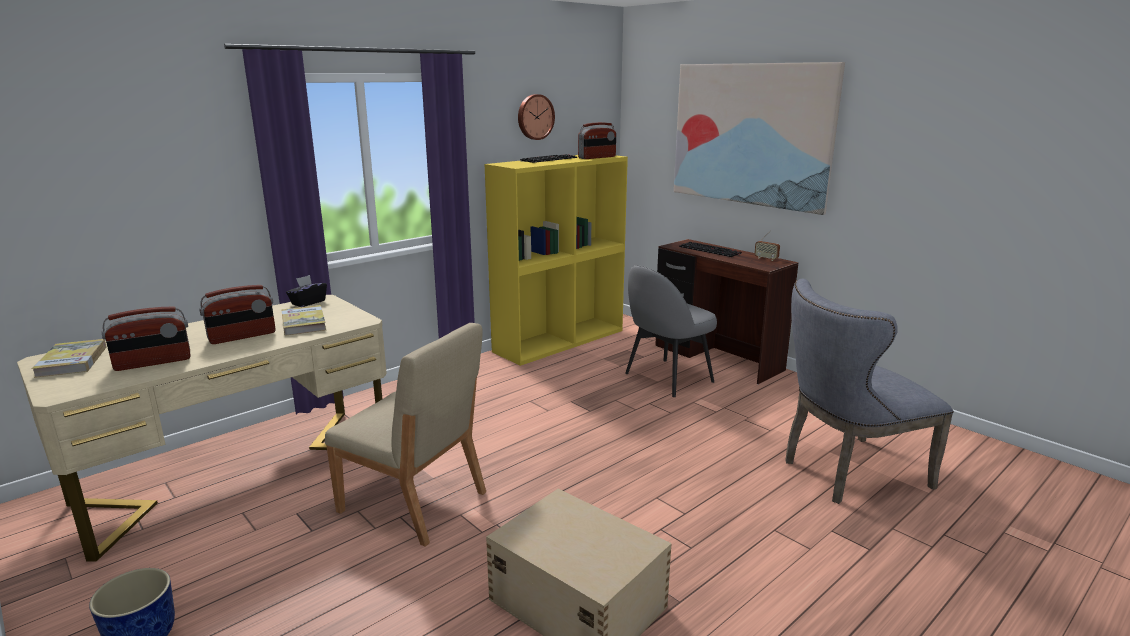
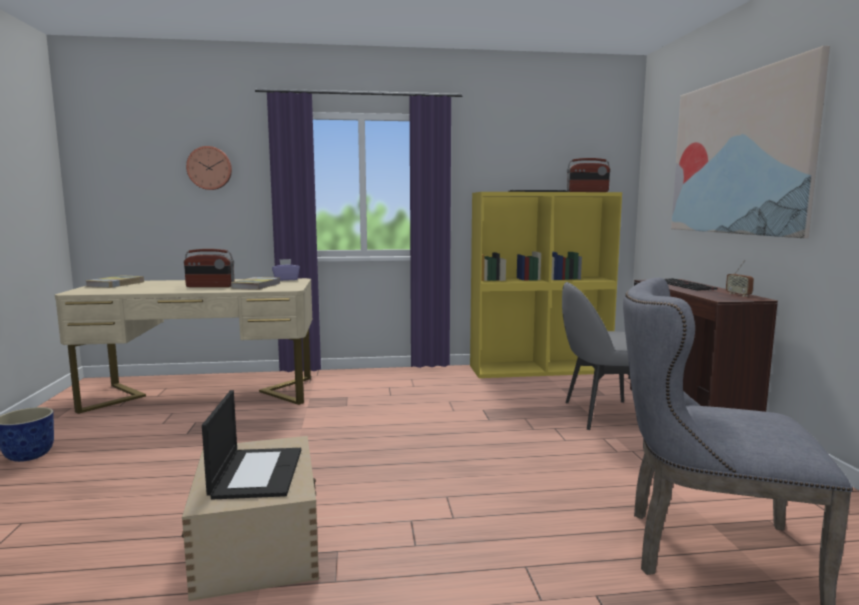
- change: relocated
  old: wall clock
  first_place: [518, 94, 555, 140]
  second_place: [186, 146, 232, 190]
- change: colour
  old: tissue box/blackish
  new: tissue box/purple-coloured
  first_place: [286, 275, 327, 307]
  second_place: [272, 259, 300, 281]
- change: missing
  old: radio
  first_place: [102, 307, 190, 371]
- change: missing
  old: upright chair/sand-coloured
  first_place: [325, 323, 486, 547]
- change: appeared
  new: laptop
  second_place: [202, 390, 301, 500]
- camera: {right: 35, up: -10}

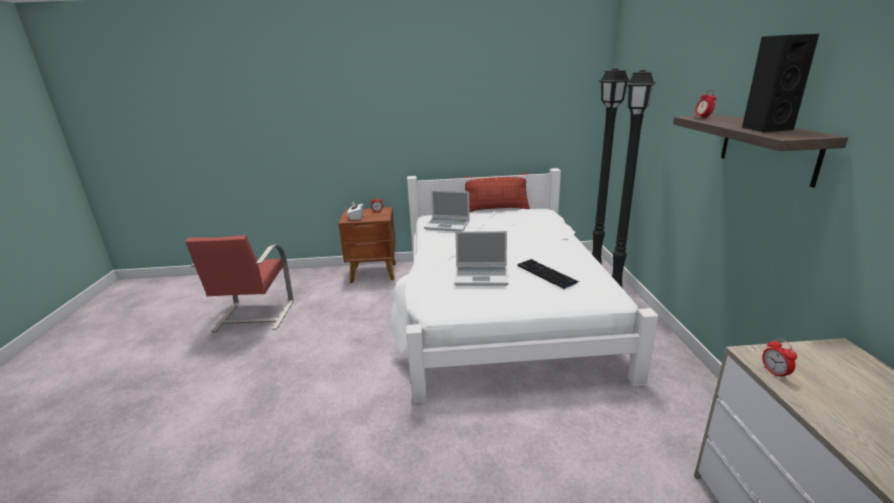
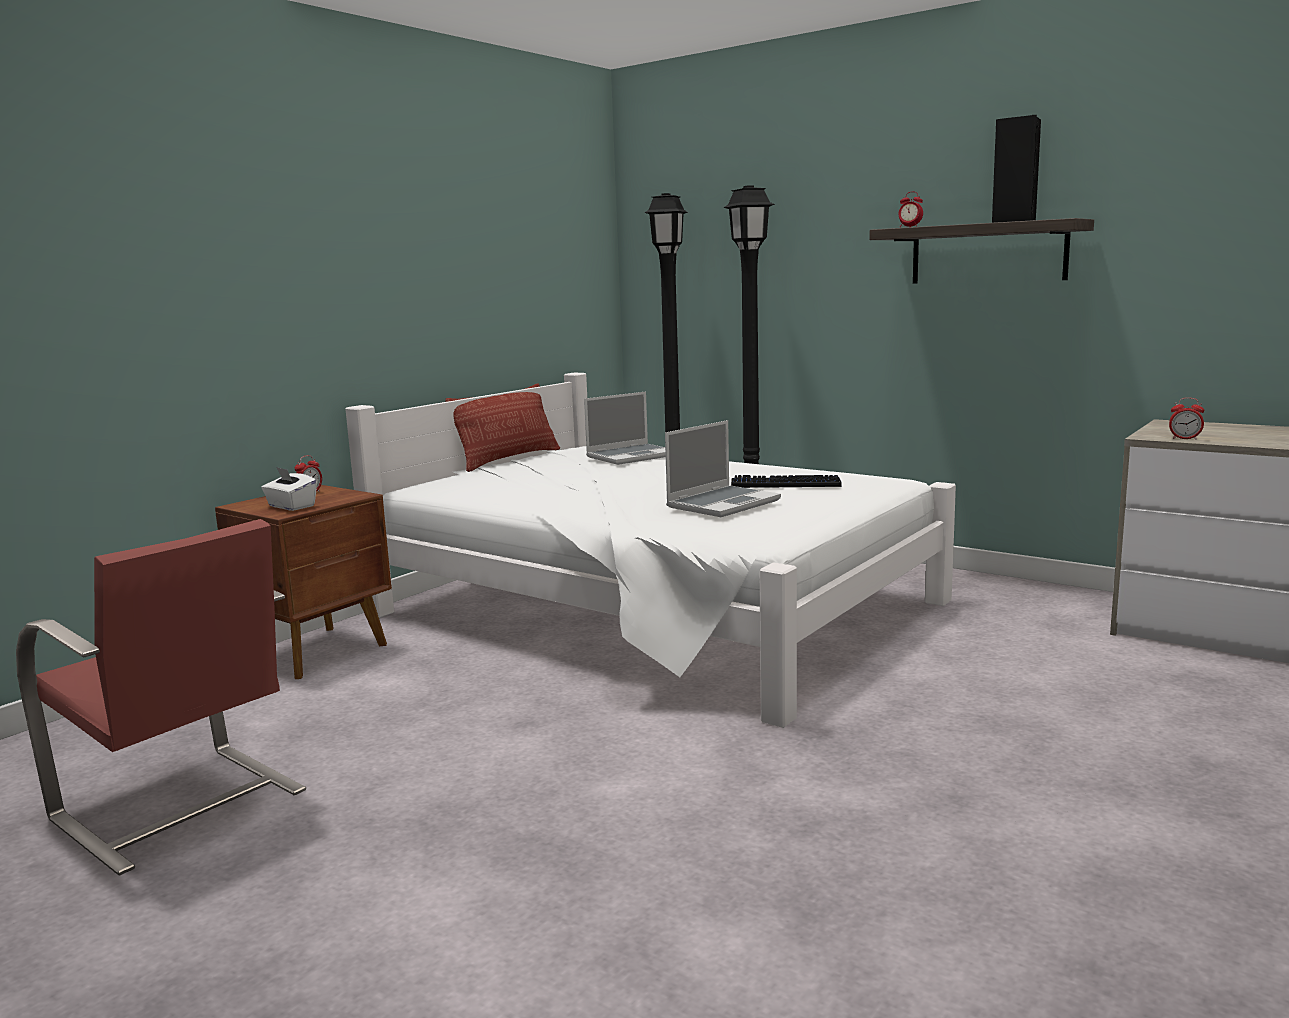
- change: relocated
  old: laptop
  first_place: [424, 190, 470, 232]
  second_place: [584, 392, 666, 465]
- camera: {right: -50, up: -10}

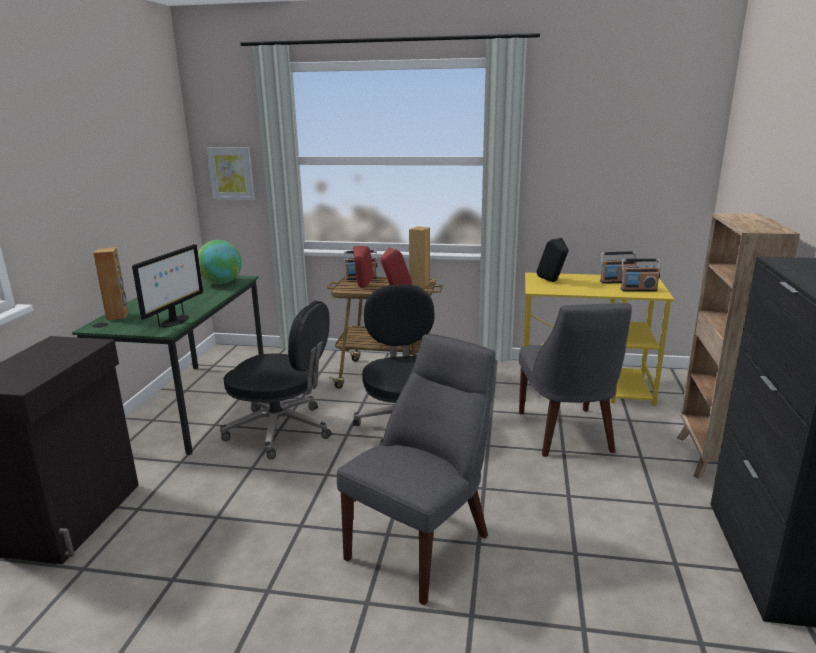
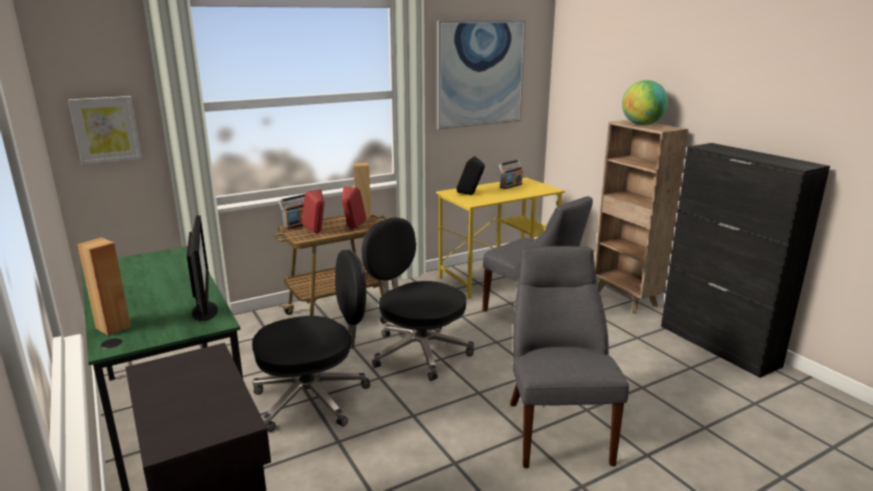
- change: relocated
  old: world globe
  first_place: [198, 240, 242, 284]
  second_place: [622, 80, 668, 125]
- change: missing
  old: radio
  first_place: [620, 259, 661, 292]
- change: appeared
  new: wall picture
  second_place: [437, 20, 526, 129]
- camera: {right: -40, up: 0}

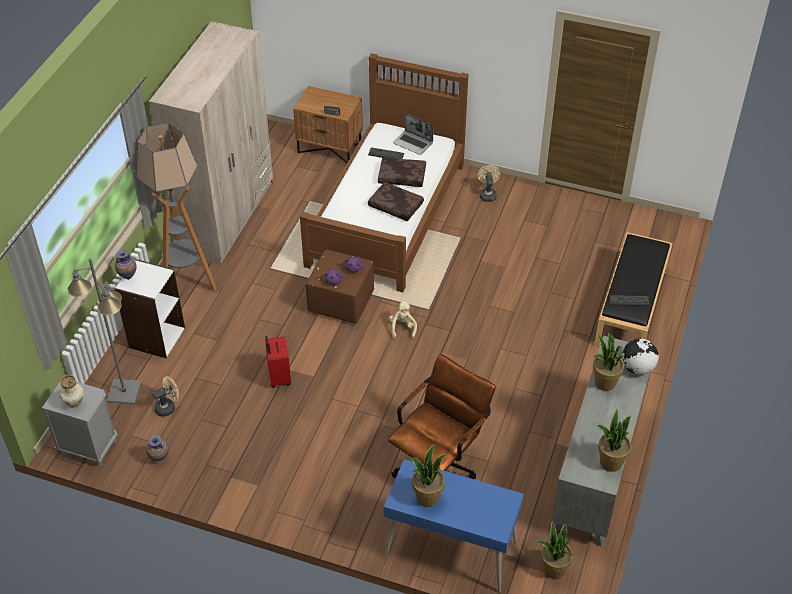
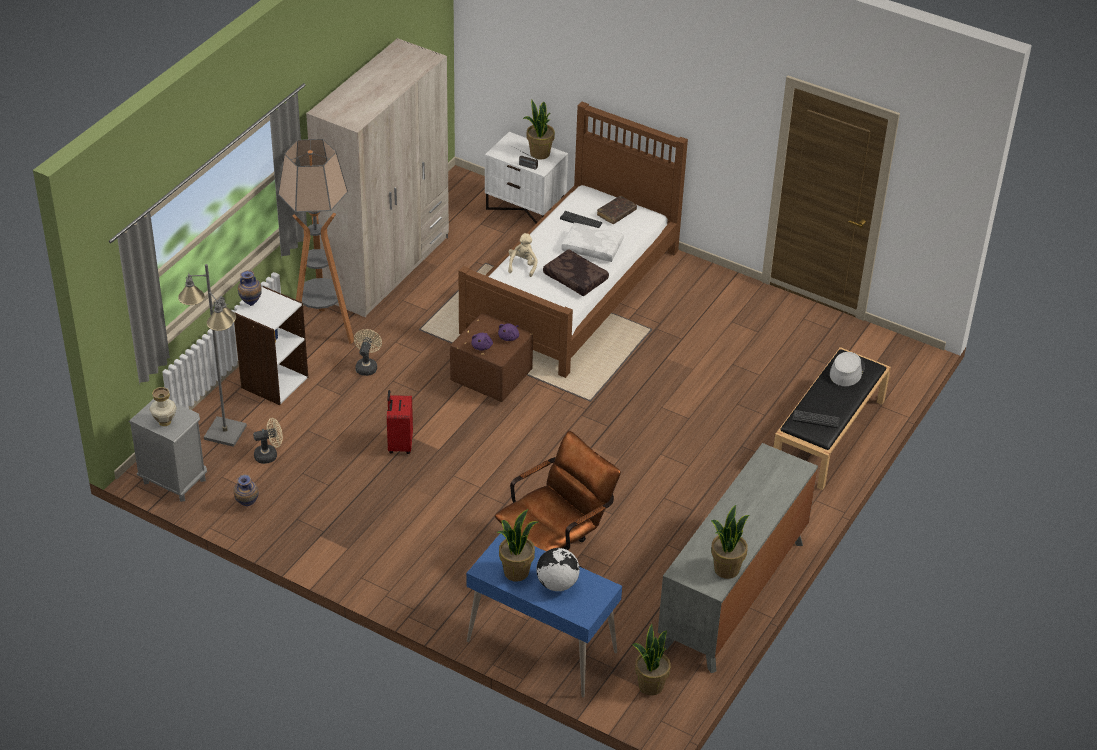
- change: colour
  old: night table/brownish
  new: night table/white
  first_place: [293, 86, 363, 163]
  second_place: [485, 132, 568, 223]
- change: exchanged
  old: laptop
  new: volume/brownish
  first_place: [393, 113, 434, 155]
  second_place: [597, 196, 637, 224]
- change: colour
  old: cushion/brownish
  new: cushion/white
  first_place: [378, 157, 426, 187]
  second_place: [561, 223, 624, 262]
- change: relocated
  old: cooling fan/sand-coloured
  first_place: [477, 165, 500, 202]
  second_place: [354, 329, 382, 376]
- change: relocated
  old: soft toy/sand-coloured
  first_place: [389, 301, 417, 339]
  second_place: [508, 233, 538, 277]
- change: relocated
  old: plant in a pot
  first_place: [593, 333, 625, 391]
  second_place: [523, 100, 555, 160]
- change: relocated
  old: world globe
  first_place: [622, 338, 659, 375]
  second_place: [536, 548, 580, 591]
- change: appeared
  new: clothing hat/gray
  second_place: [830, 352, 865, 386]
- camera: {right: 10, up: -5}

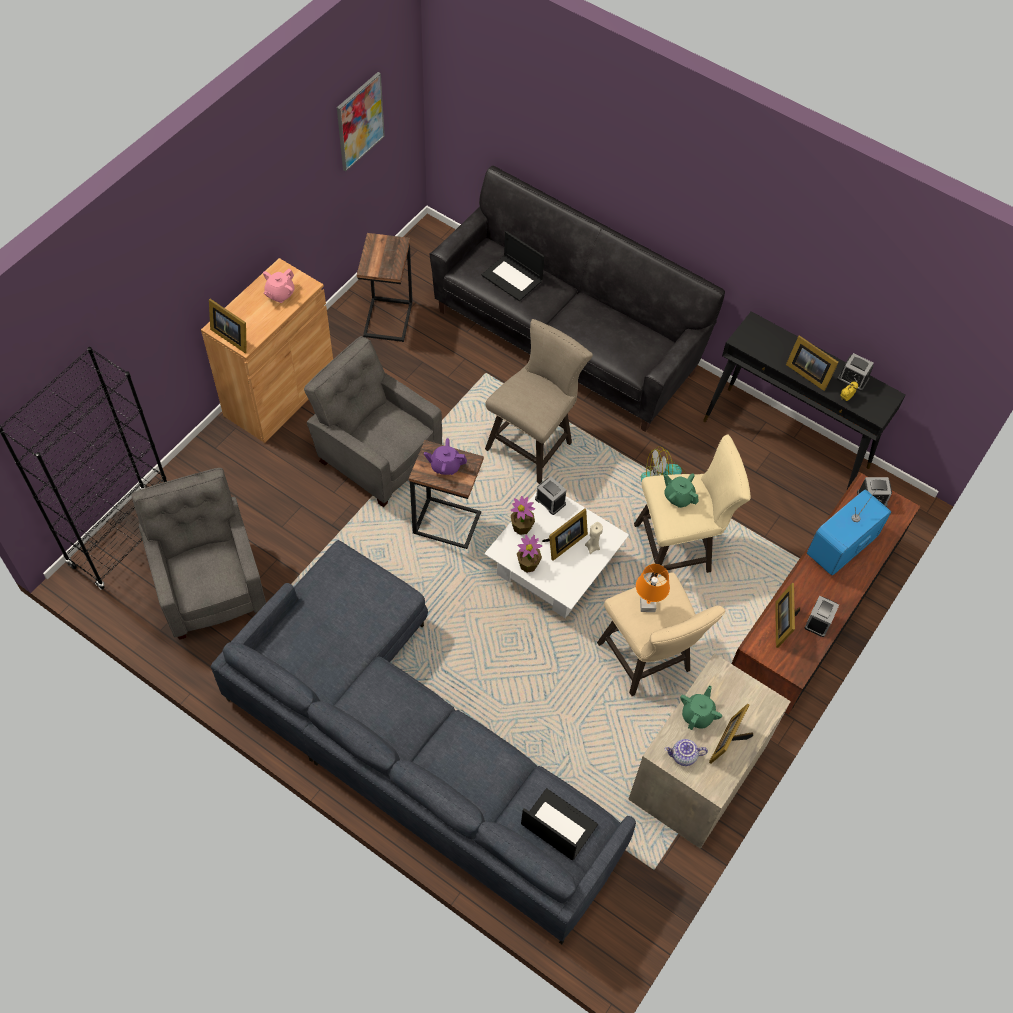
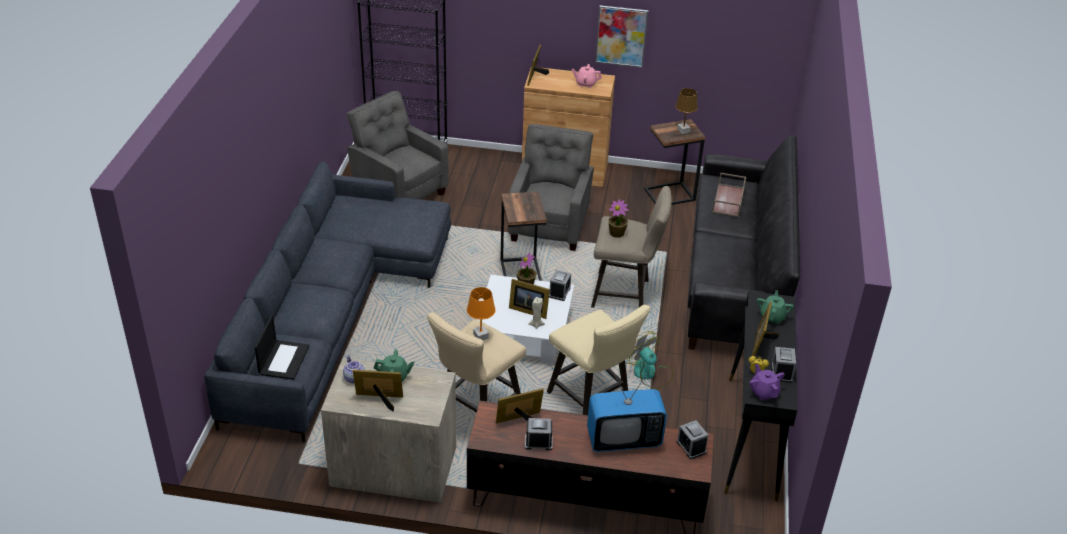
- change: relocated
  old: wall picture
  first_place: [337, 72, 385, 171]
  second_place: [595, 6, 648, 68]
- change: exchanged
  old: laptop
  new: carrying tray/brownish
  first_place: [482, 231, 544, 301]
  second_place: [712, 173, 746, 217]
- change: relocated
  old: pot for tea/purple-coloured
  first_place: [424, 438, 467, 475]
  second_place: [749, 364, 785, 400]
- change: spun
  old: lounge chair/gray
  first_place: [131, 468, 266, 640]
  second_place: [347, 91, 448, 200]
  degrees: -90
- change: relocated
  old: pot for tea/green-coloured
  first_place: [663, 473, 699, 508]
  second_place: [757, 290, 794, 324]
- change: spun
  old: television
  first_place: [807, 489, 891, 575]
  second_place: [587, 374, 667, 452]
  degrees: 150
- change: relocated
  old: plant in a pot
  first_place: [517, 535, 542, 573]
  second_place: [608, 199, 628, 238]
- change: appeared
  new: table lamp/brownish
  second_place: [675, 88, 698, 134]
- camera: {right: 65, up: -20}

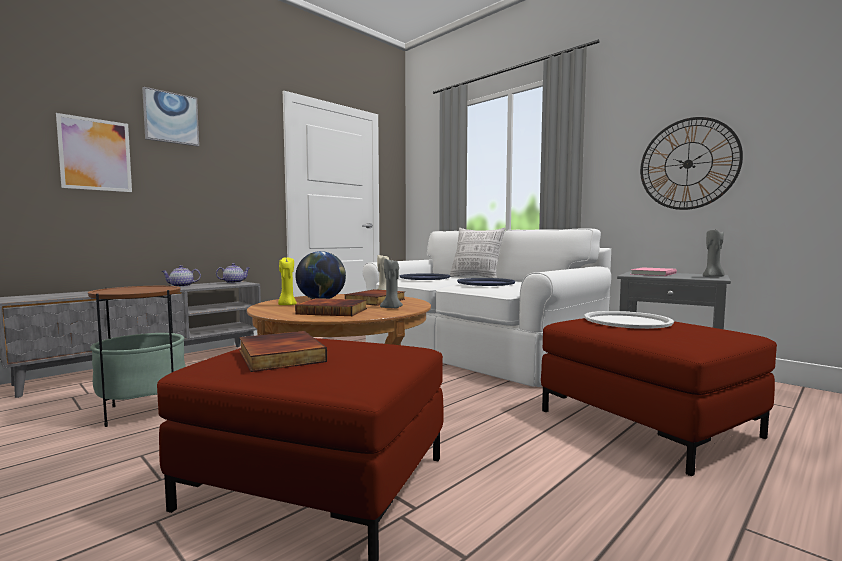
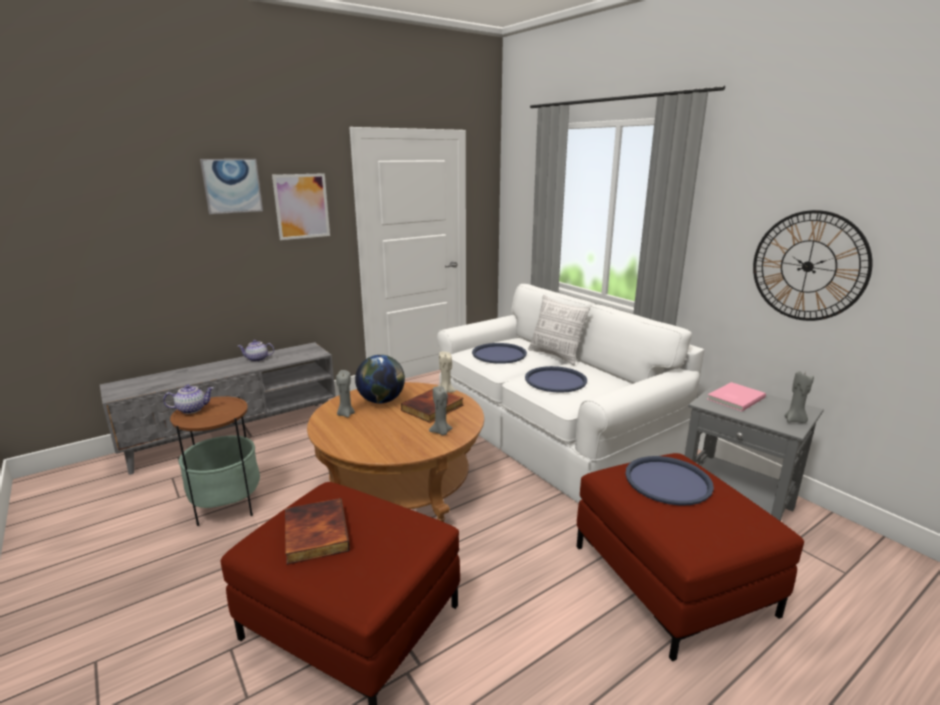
- change: relocated
  old: wall picture
  first_place: [56, 113, 132, 192]
  second_place: [272, 173, 330, 240]
- change: colour
  old: wax light/yellowish
  new: wax light/gray
  first_place: [278, 257, 297, 305]
  second_place: [336, 370, 355, 417]
- change: relocated
  old: pot for tea
  first_place: [216, 263, 250, 283]
  second_place: [163, 385, 214, 414]
- change: missing
  old: volume
  first_place: [295, 298, 367, 316]
- change: colour
  old: carrying tray/white
  new: carrying tray/bluish
  first_place: [584, 311, 674, 329]
  second_place: [625, 456, 714, 506]
- camera: {right: 10, up: 15}

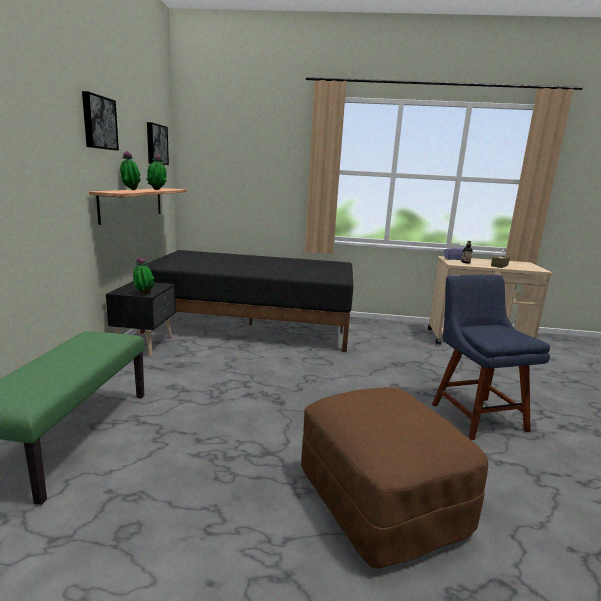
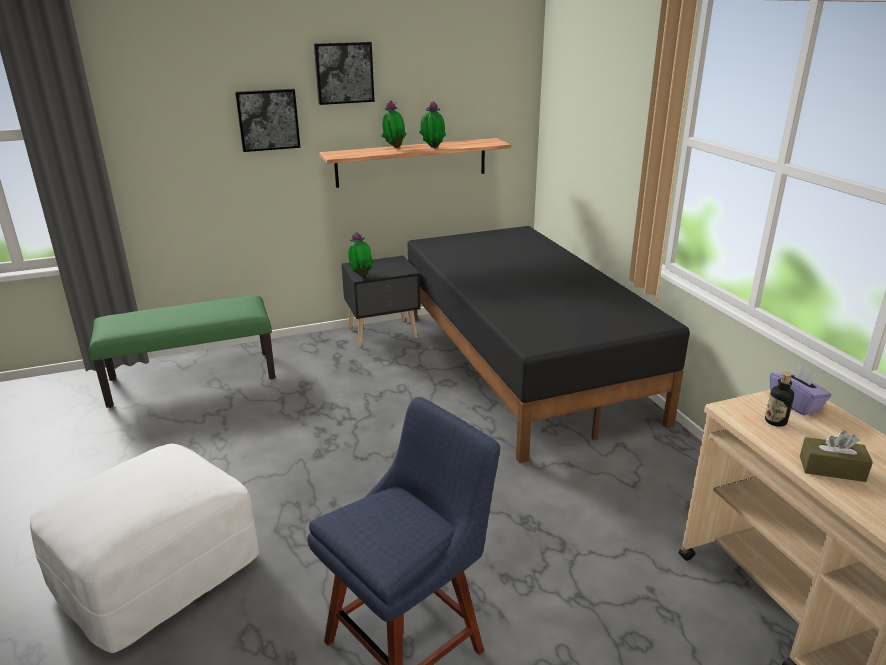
- change: relocated
  old: wall picture
  first_place: [147, 122, 169, 165]
  second_place: [235, 89, 301, 152]
- change: colour
  old: footrest/brownish
  new: footrest/white
  first_place: [301, 387, 488, 569]
  second_place: [30, 444, 259, 653]
- camera: {right: 65, up: 10}

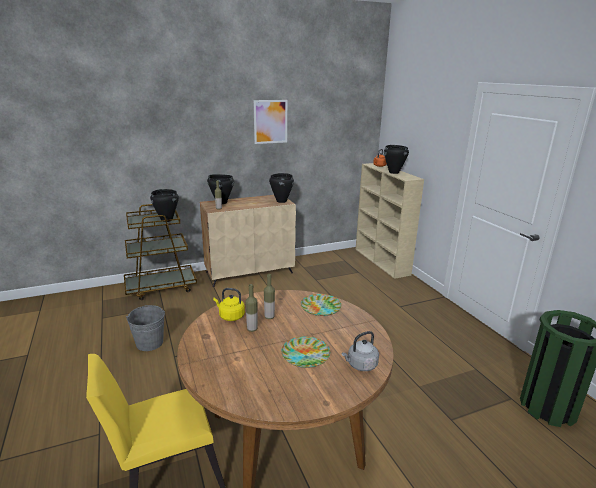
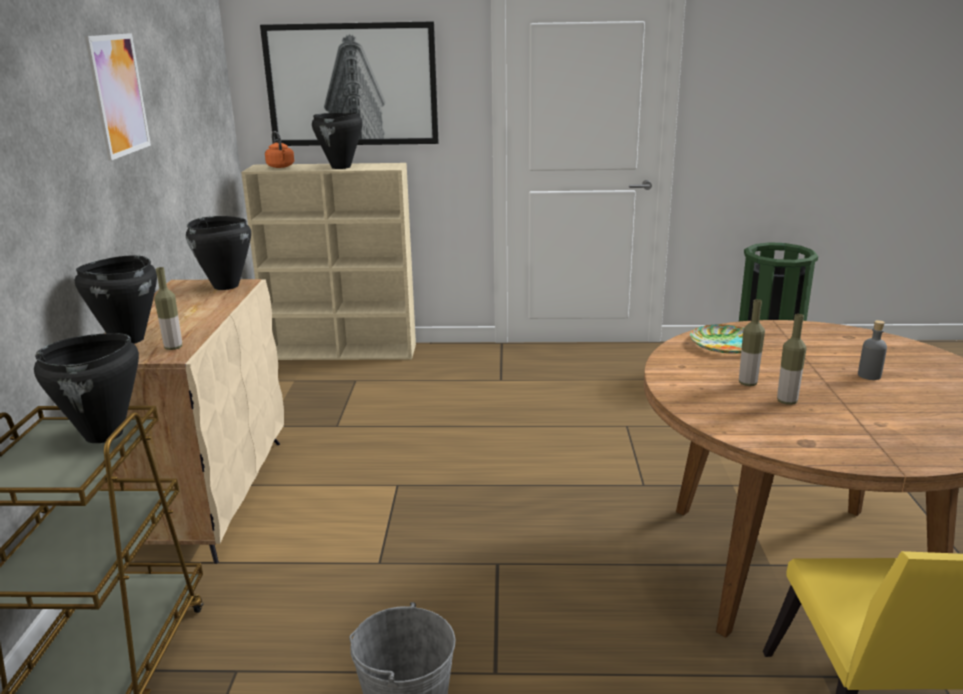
- change: missing
  old: kettle/yellowish
  first_place: [213, 288, 245, 321]
- change: missing
  old: kettle/gray
  first_place: [342, 331, 379, 371]
- change: exchanged
  old: flat dish
  new: drink bottle/gray
  first_place: [281, 336, 330, 368]
  second_place: [858, 320, 887, 380]
- change: appeared
  new: wall picture
  second_place: [260, 21, 439, 146]
- camera: {right: -65, up: 0}

